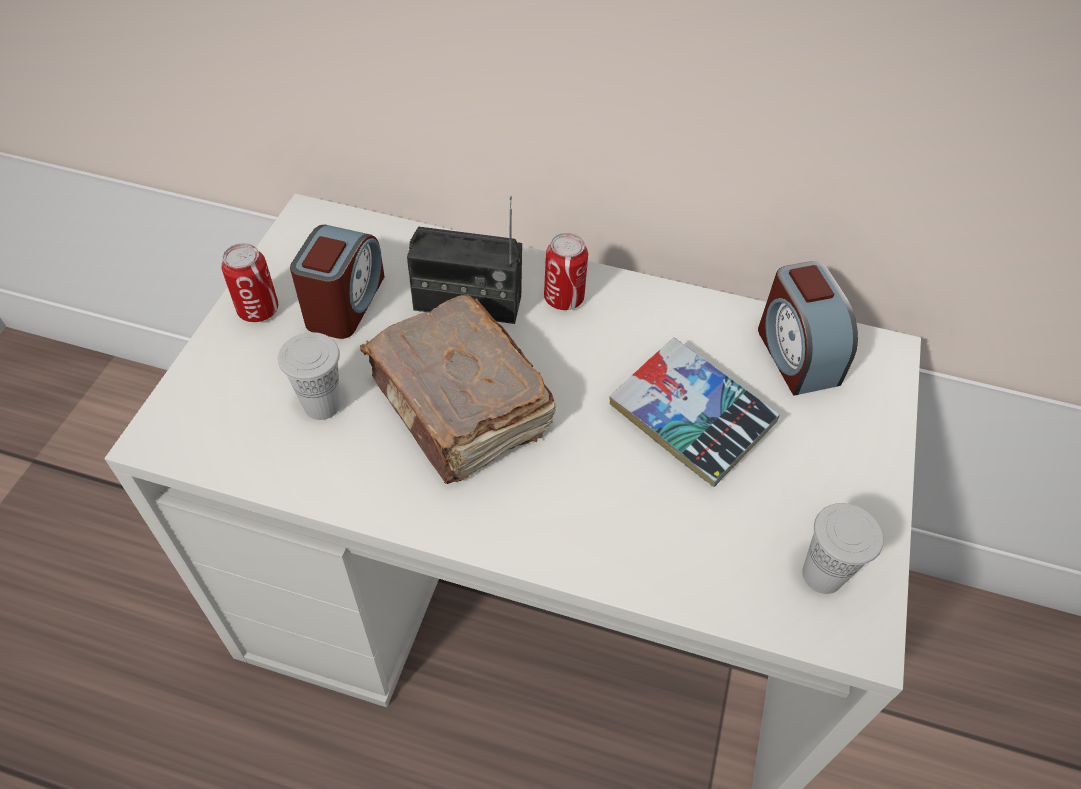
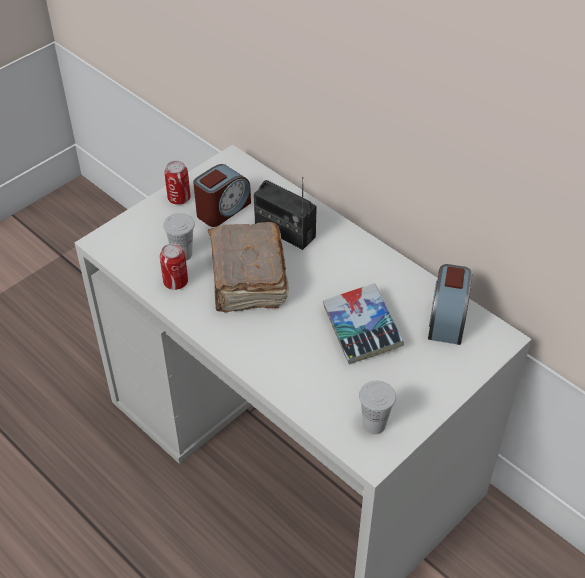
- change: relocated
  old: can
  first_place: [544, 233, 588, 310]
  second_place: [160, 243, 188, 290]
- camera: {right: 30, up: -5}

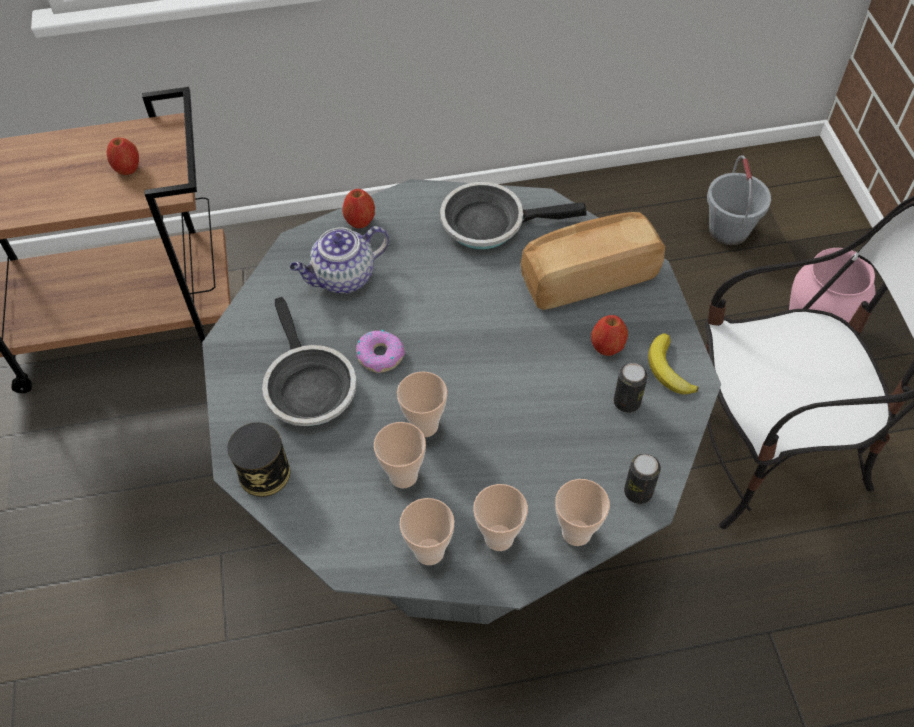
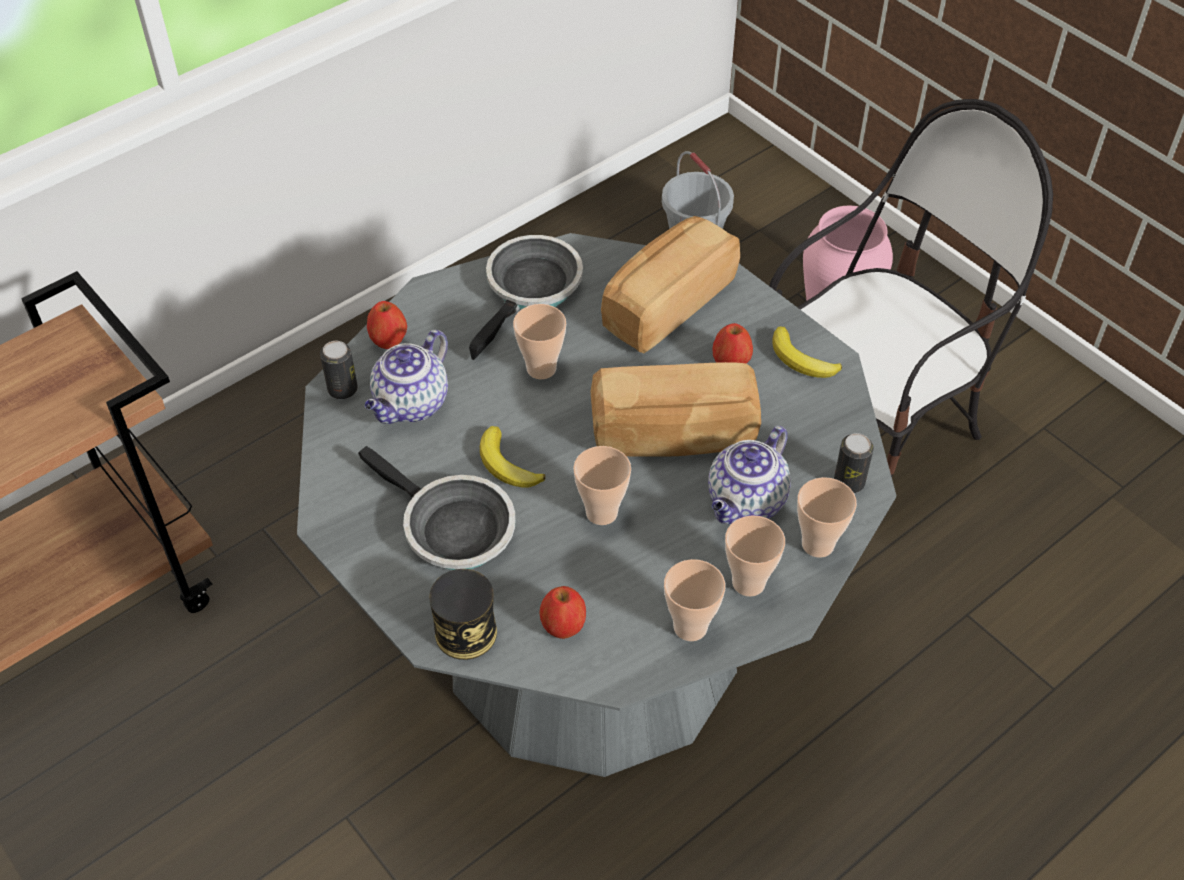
- change: relocated
  old: apple
  first_place: [106, 137, 139, 175]
  second_place: [539, 586, 586, 639]
- change: spun
  old: skillet
  first_place: [440, 182, 587, 250]
  second_place: [469, 235, 583, 360]
  degrees: 150
- change: exchanged
  old: donut
  new: banana
  first_place: [356, 330, 405, 373]
  second_place: [480, 426, 546, 487]
- change: relocated
  old: can
  first_place: [614, 363, 648, 413]
  second_place: [320, 341, 358, 399]
- change: relocated
  old: small cup
  first_place: [374, 422, 426, 488]
  second_place: [513, 304, 566, 380]
- change: appeared
  new: bread
  second_place: [590, 362, 761, 457]
- change: appeared
  new: pot for tea
  second_place: [708, 426, 791, 524]
- camera: {right: -30, up: -5}

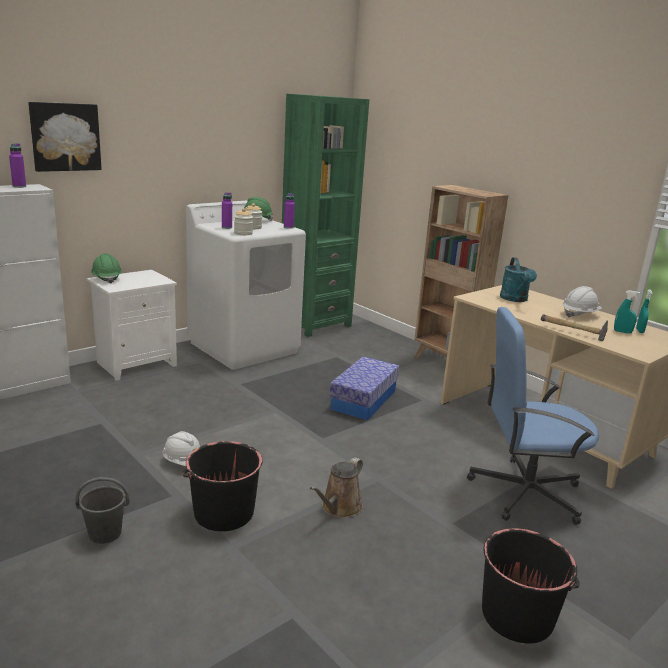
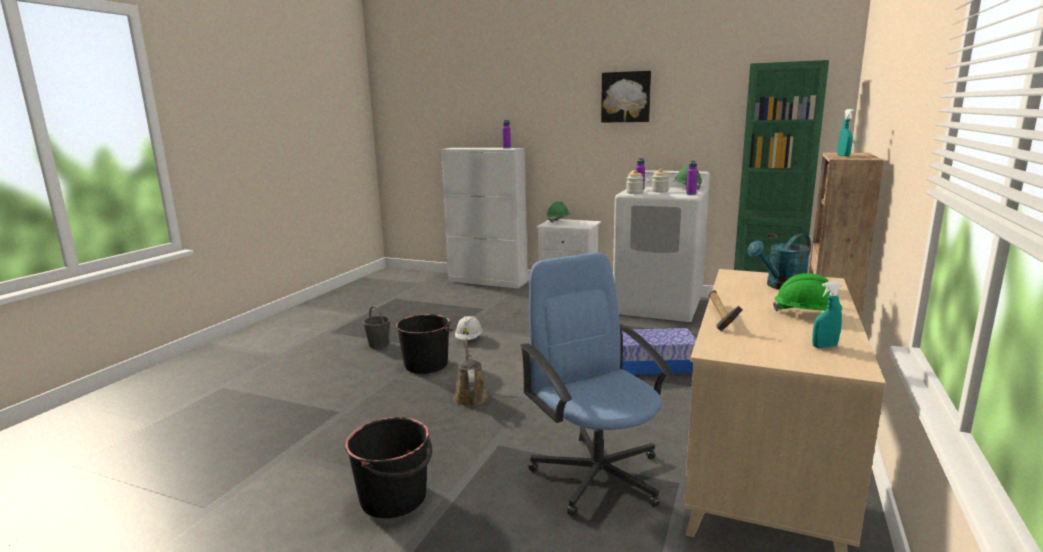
- change: relocated
  old: wall picture
  first_place: [28, 102, 102, 172]
  second_place: [601, 71, 651, 123]
- change: colour
  old: work helmet/white
  new: work helmet/green-coloured
  first_place: [562, 286, 602, 318]
  second_place: [773, 273, 842, 311]
- change: relocated
  old: spray bottle/blue-green
  first_place: [614, 290, 641, 334]
  second_place: [837, 109, 854, 156]
- change: spun
  old: watering pot/brownish
  first_place: [310, 457, 363, 518]
  second_place: [453, 338, 488, 407]
  degrees: 75
- camera: {right: 65, up: -5}

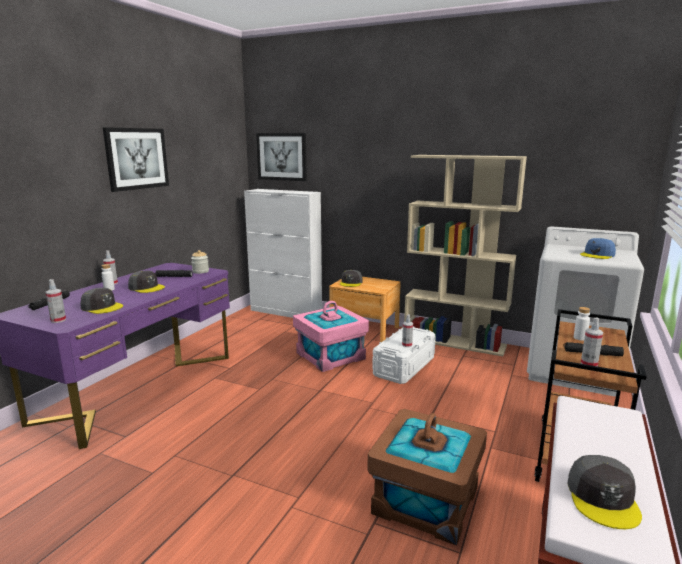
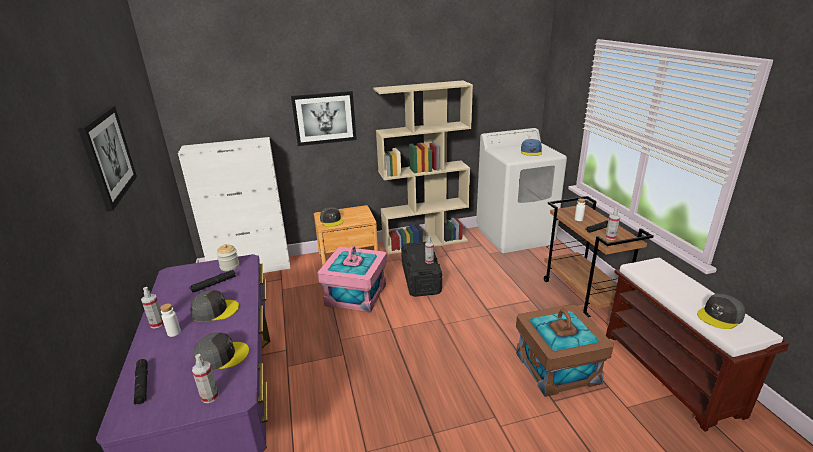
- change: relocated
  old: wall picture
  first_place: [256, 133, 307, 181]
  second_place: [291, 91, 357, 146]
- change: colour
  old: storage box/white
  new: storage box/blackish
  first_place: [372, 326, 436, 384]
  second_place: [401, 241, 442, 297]
- change: spun
  old: baseball cap/gray
  first_place: [567, 455, 642, 529]
  second_place: [697, 294, 745, 329]
  degrees: 90
- camera: {right: -40, up: 10}

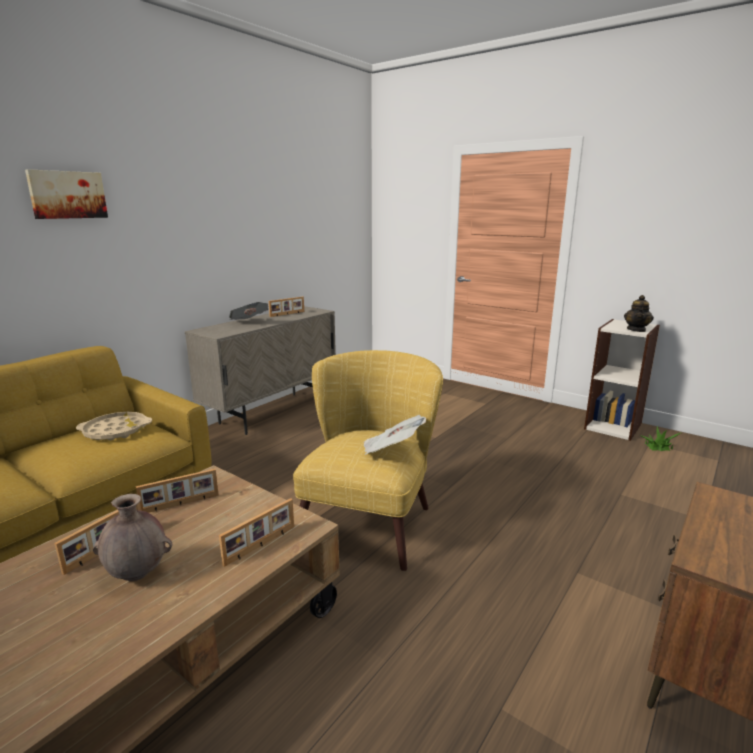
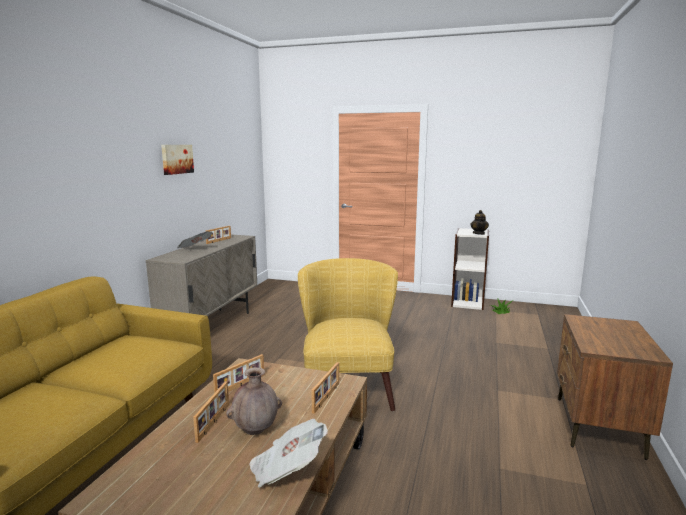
- change: relocated
  old: wall picture
  first_place: [25, 169, 108, 219]
  second_place: [161, 145, 194, 175]
- change: missing
  old: carrying tray/sand-coloured
  first_place: [76, 412, 152, 440]
- change: relocated
  old: daily paper
  first_place: [364, 415, 426, 455]
  second_place: [249, 419, 328, 488]
- camera: {right: -20, up: -5}

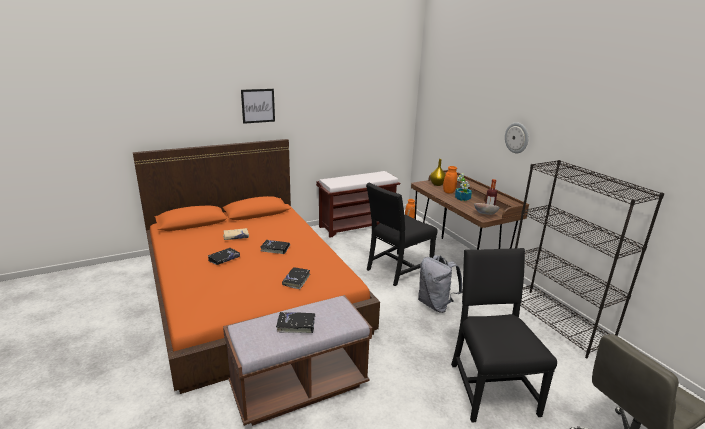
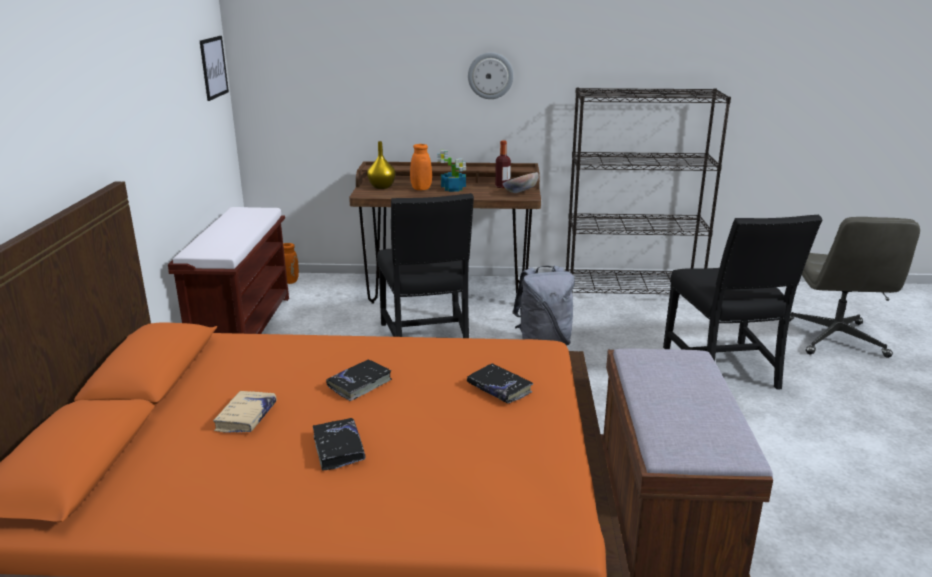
- change: relocated
  old: wall picture
  first_place: [241, 89, 275, 124]
  second_place: [200, 36, 229, 101]
- change: spun
  old: upright chair/blackish
  first_place: [451, 248, 557, 423]
  second_place: [663, 215, 822, 390]
  degrees: -120
- change: missing
  old: volume/blackish
  first_place: [276, 312, 316, 333]
- camera: {right: -60, up: 0}

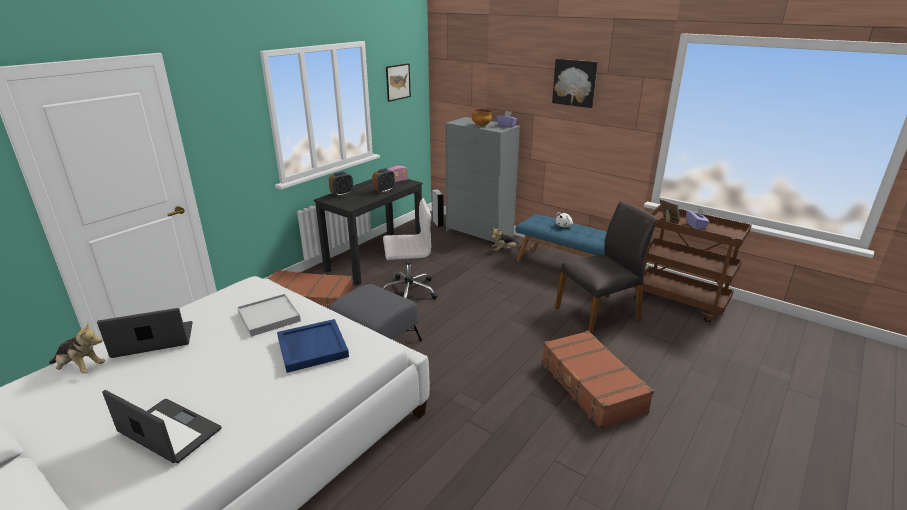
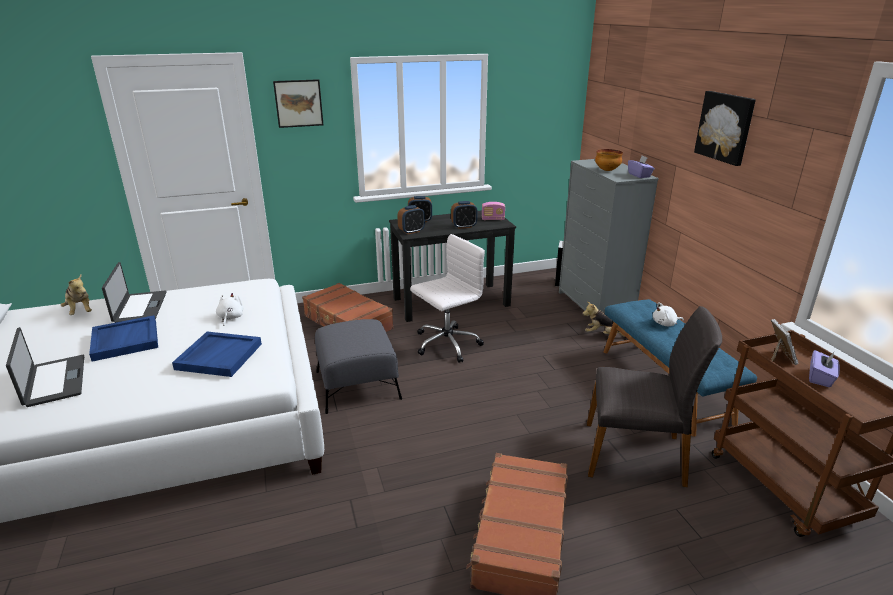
- change: relocated
  old: wall picture
  first_place: [386, 63, 411, 102]
  second_place: [273, 79, 323, 128]
- change: spun
  old: computer chair/white
  first_place: [383, 198, 437, 299]
  second_place: [410, 234, 485, 363]
  degrees: -60
- change: exchanged
  old: carrying tray/white
  new: soft toy/white
  first_place: [237, 294, 301, 337]
  second_place: [216, 293, 243, 326]
- change: spun
  old: laptop
  first_place: [97, 308, 193, 358]
  second_place: [102, 262, 167, 323]
  degrees: 60
- change: appeared
  new: table clock
  second_place: [398, 205, 425, 234]
- change: appeared
  new: carrying tray/bluish
  second_place: [89, 315, 158, 362]
- camera: {right: 35, up: 0}

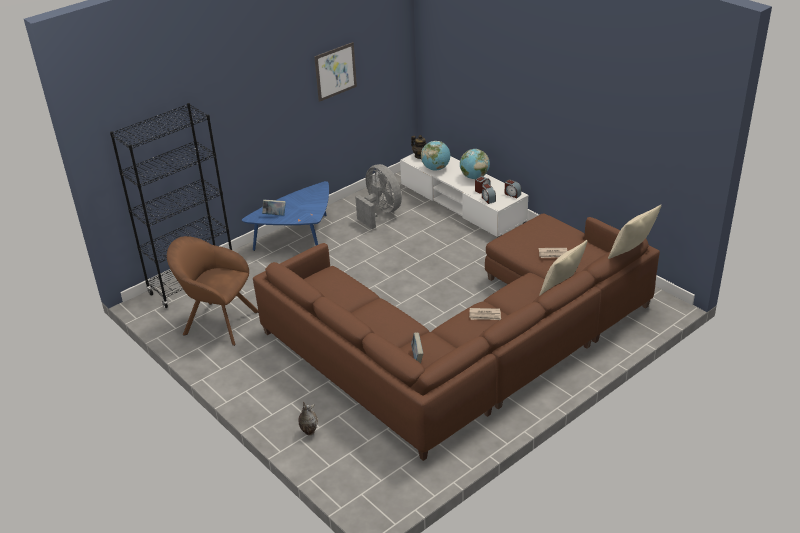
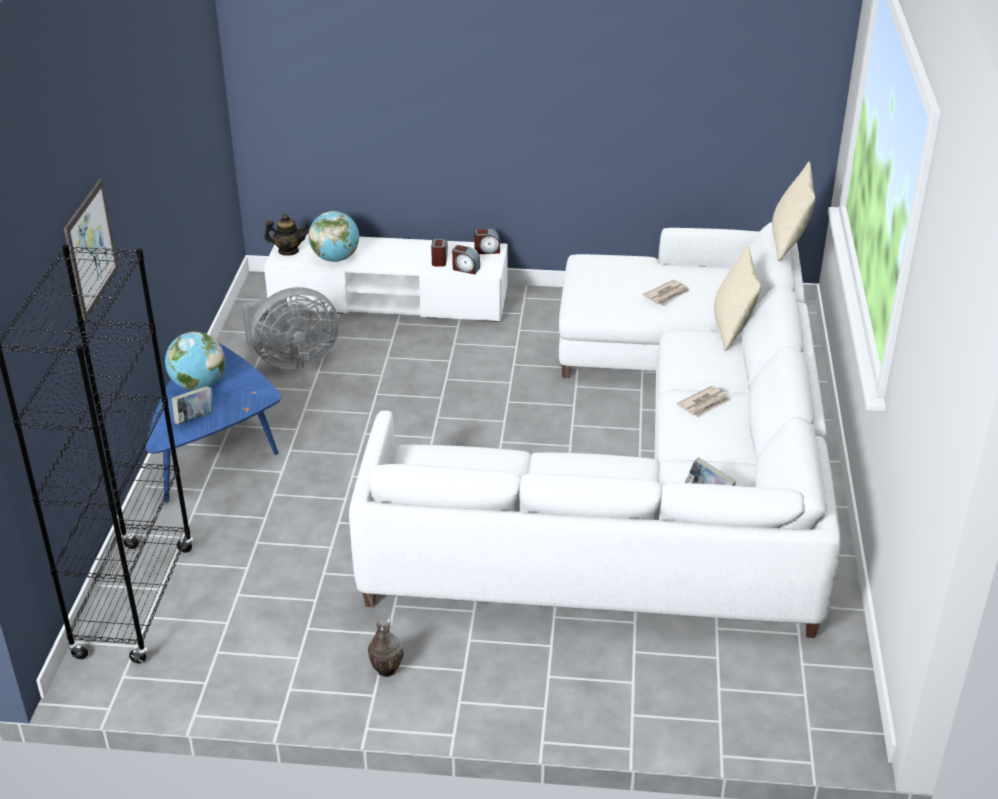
- change: relocated
  old: wall picture
  first_place: [314, 42, 357, 102]
  second_place: [64, 179, 119, 320]
- change: relocated
  old: world globe
  first_place: [460, 149, 490, 179]
  second_place: [165, 332, 225, 390]
- change: spun
  old: cooling fan/gray
  first_place: [355, 164, 402, 229]
  second_place: [242, 287, 339, 370]
  degrees: 150
- change: colour
  old: couch/brownish
  new: couch/white
  first_place: [253, 214, 660, 461]
  second_place: [349, 222, 840, 638]
- change: missing
  old: lounge chair/brownish
  first_place: [167, 236, 259, 346]
- change: relocated
  old: decorative vase
  first_place: [298, 402, 318, 435]
  second_place: [368, 618, 403, 677]
- camera: {right: -45, up: 0}

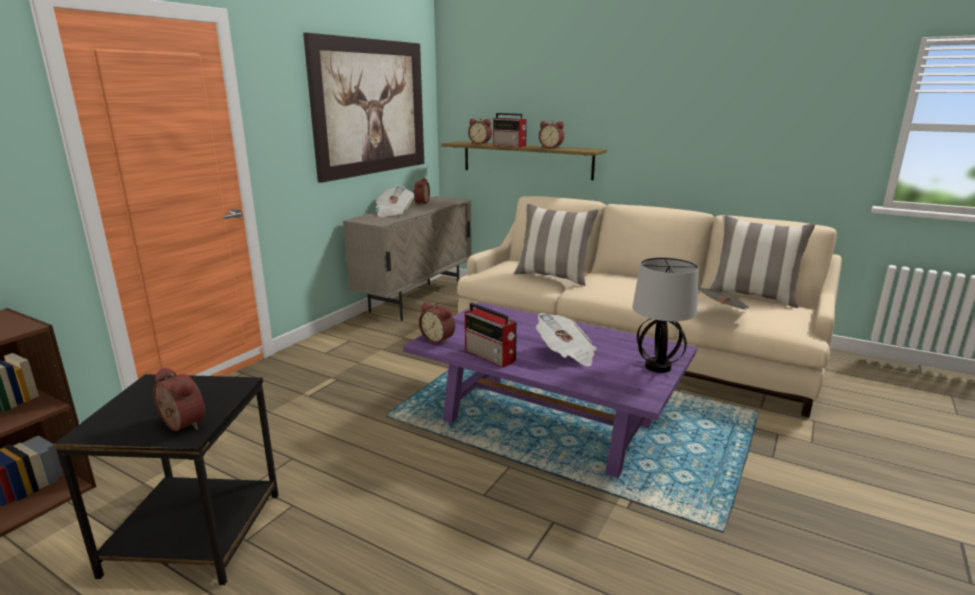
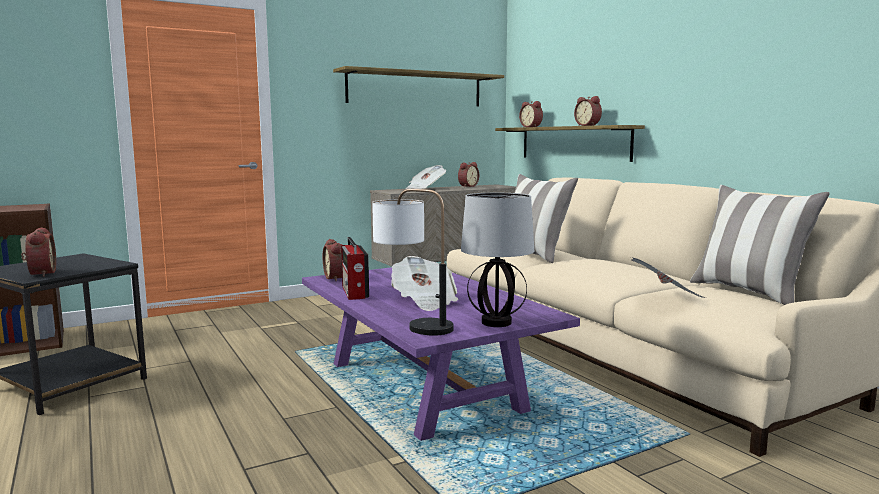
- change: exchanged
  old: wall picture
  new: bracket shelf
  first_place: [303, 33, 424, 183]
  second_place: [333, 66, 504, 106]
- change: missing
  old: radio
  first_place: [493, 113, 527, 147]
- change: appeared
  new: table lamp
  second_place: [372, 189, 454, 336]
- camera: {right: 30, up: -10}

